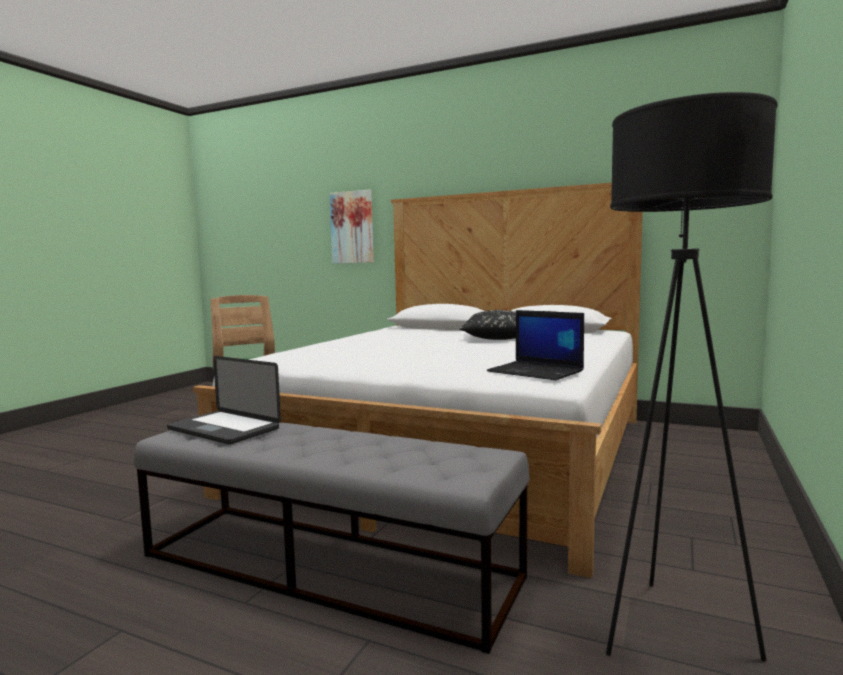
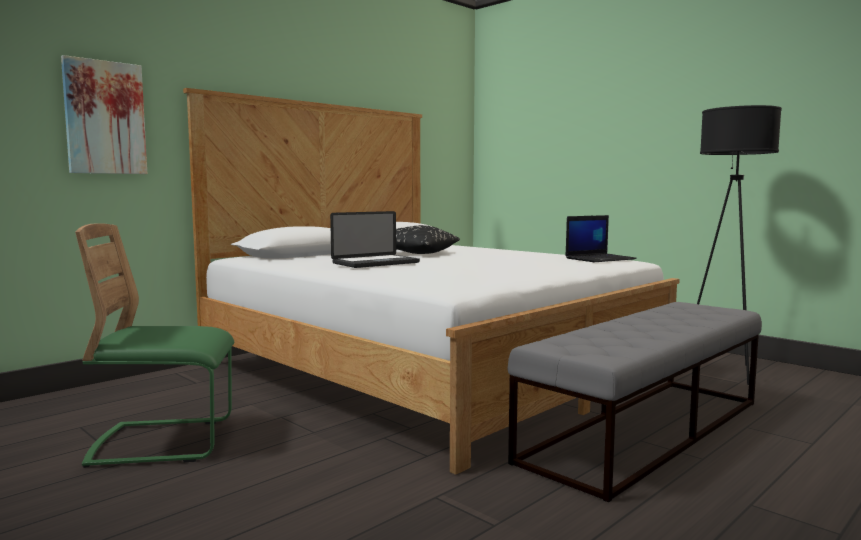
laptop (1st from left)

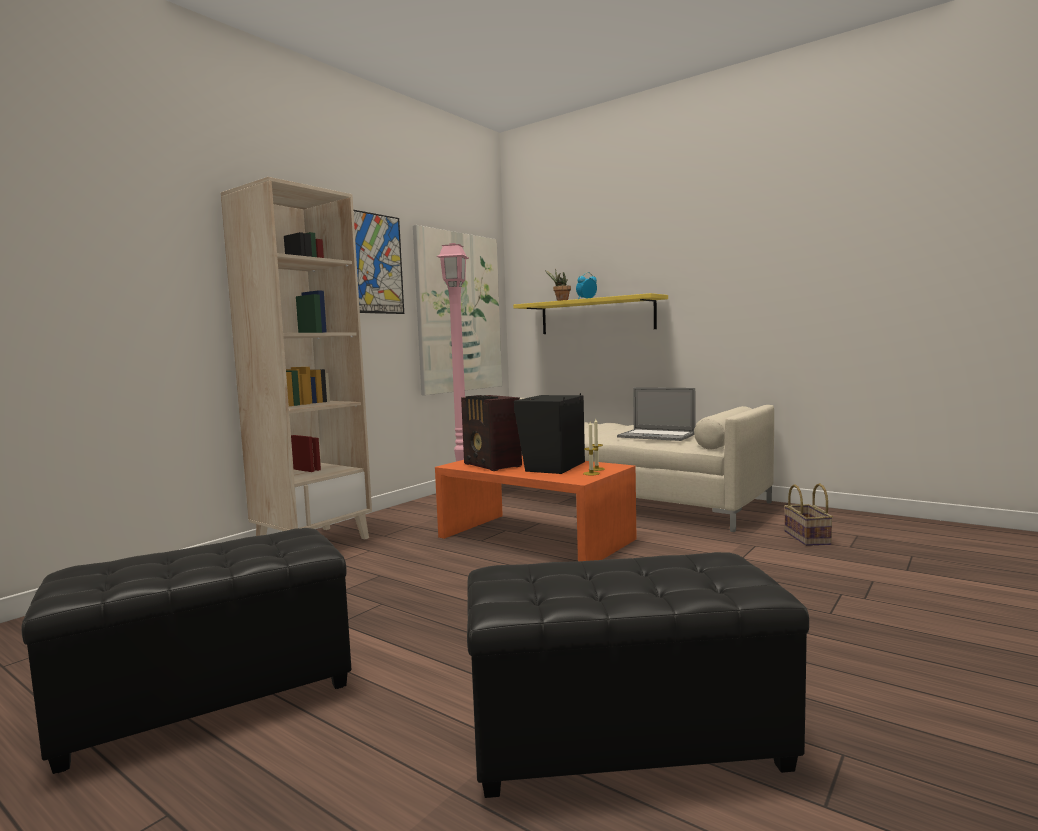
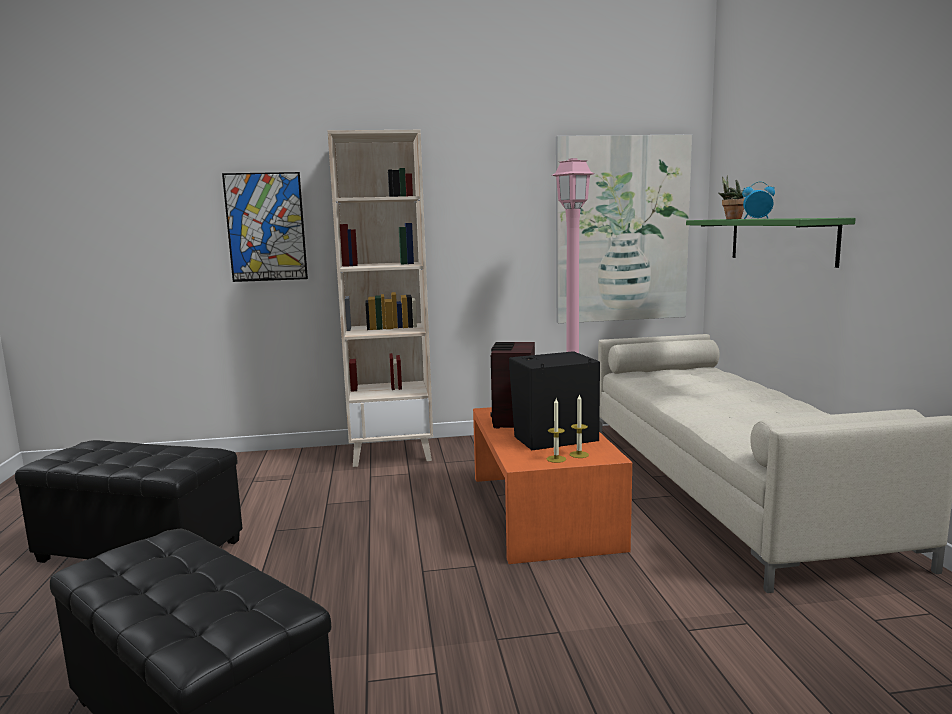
picture (1st from left)
green shelf
laptop
basket

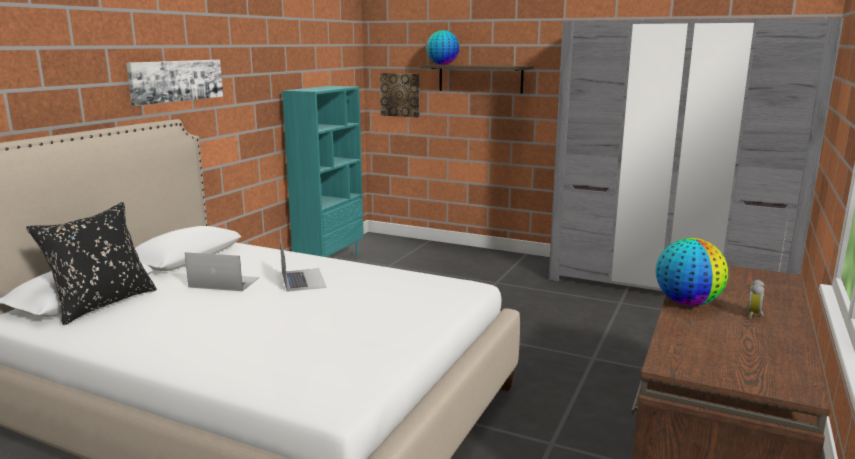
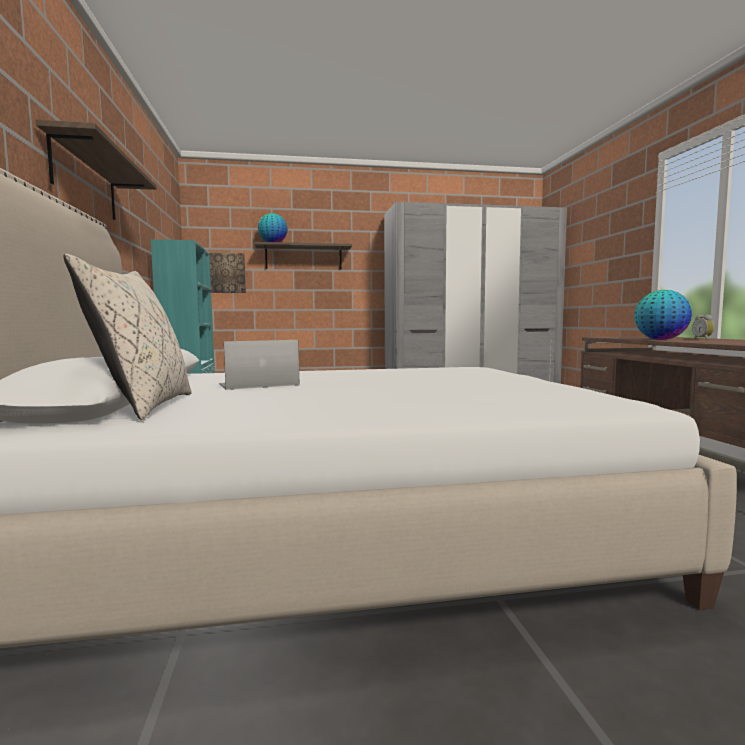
beige pillow
shelf (1st from left)
laptop (2nd from left in the first image)

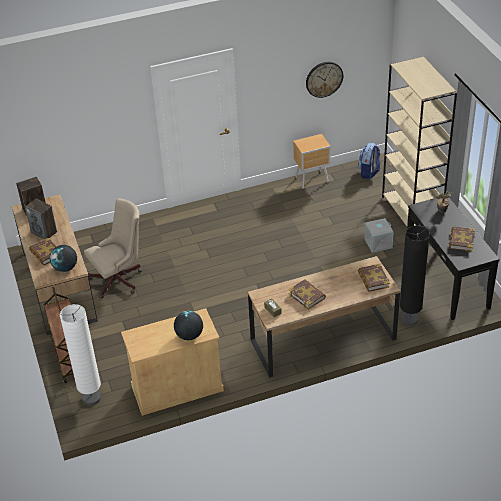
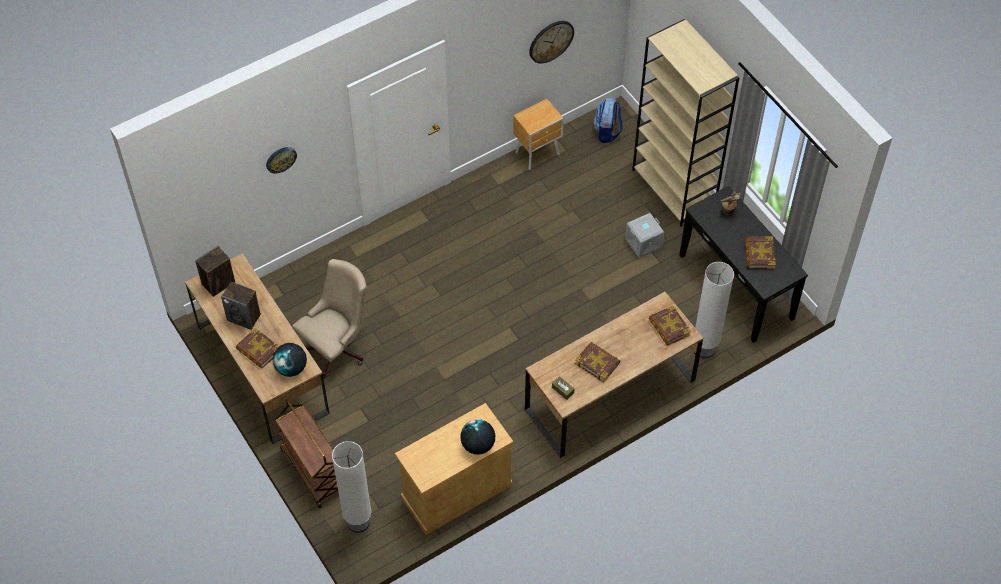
white floor lamp (2nd from left)
wall clock (1st from left)

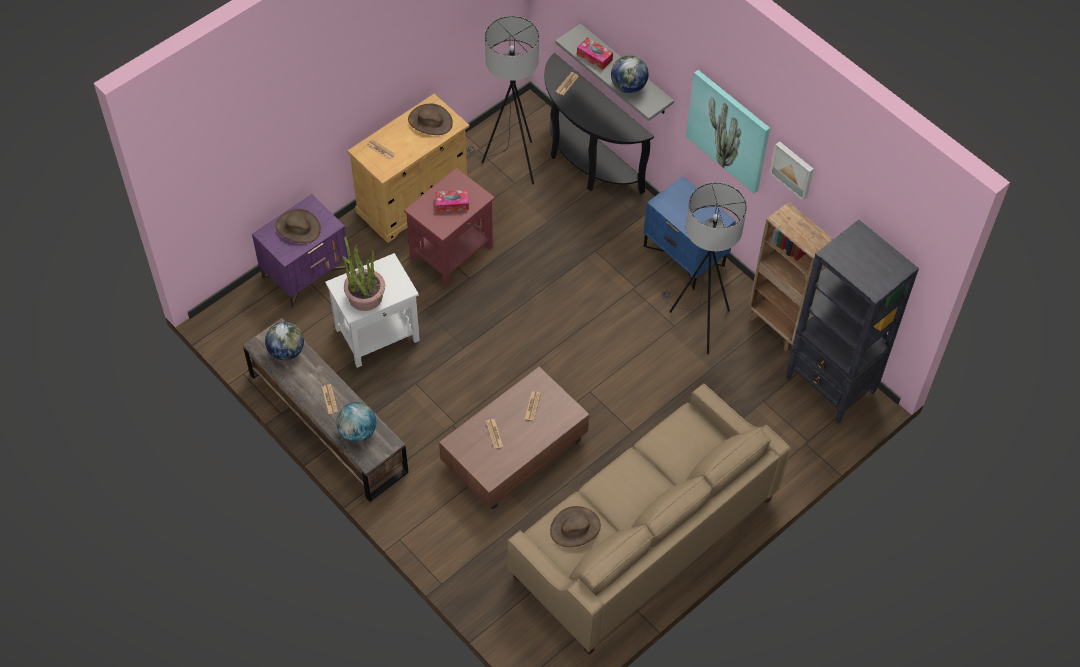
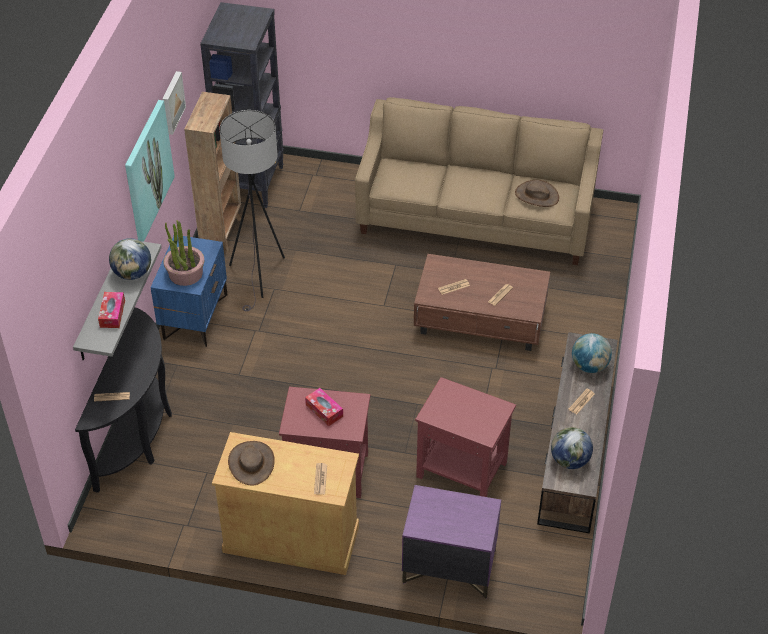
brown hat (1st from left in the first image)
red side table (2nd from left)
potted plant
grey floor lamp (1st from left in the first image)

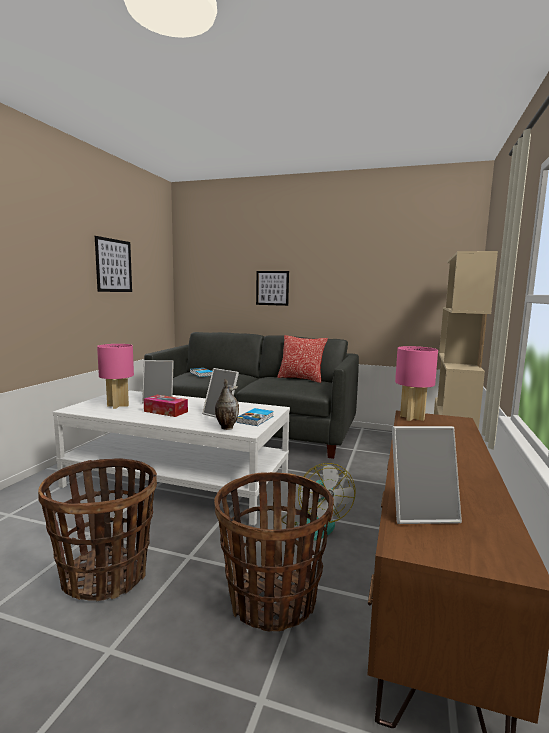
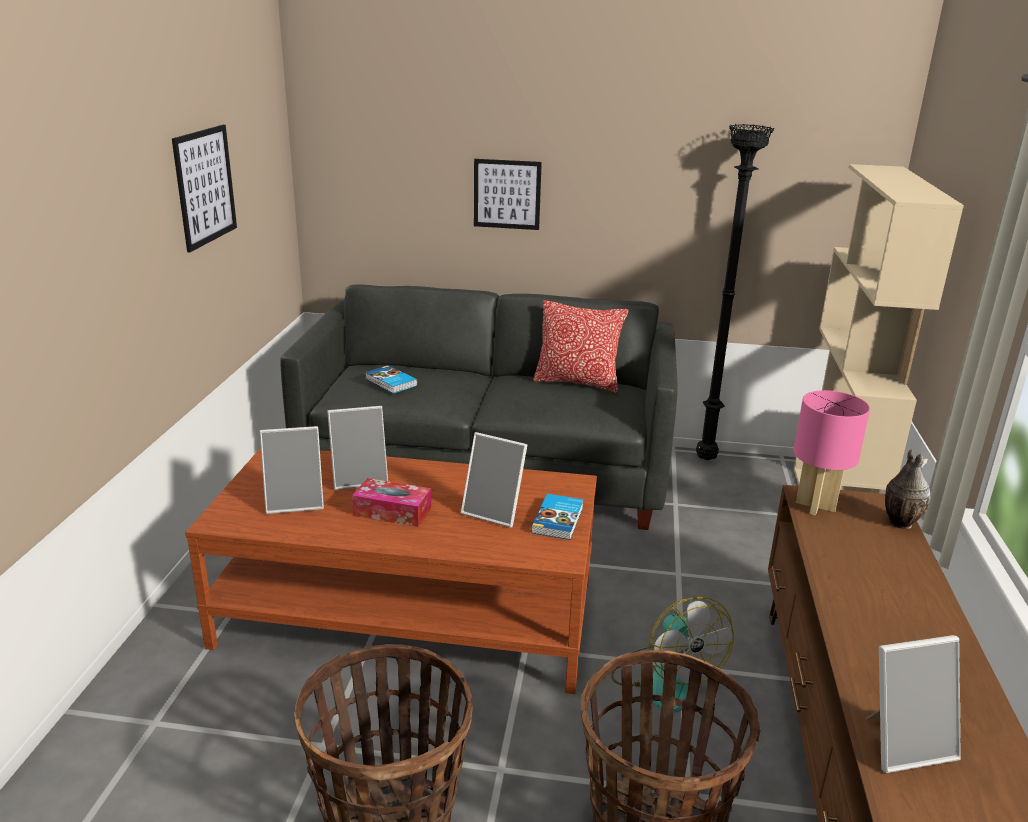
brown coffee table
picture frame (1st from left)
vase
black floor lamp

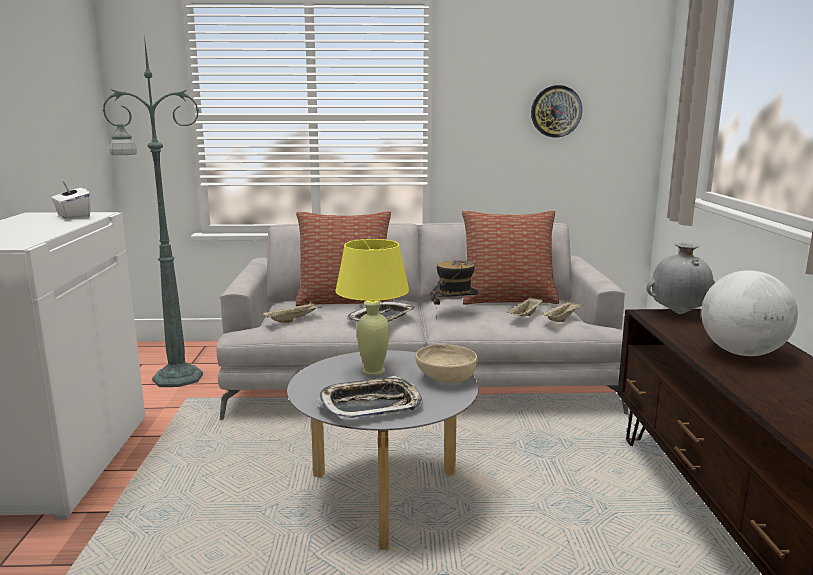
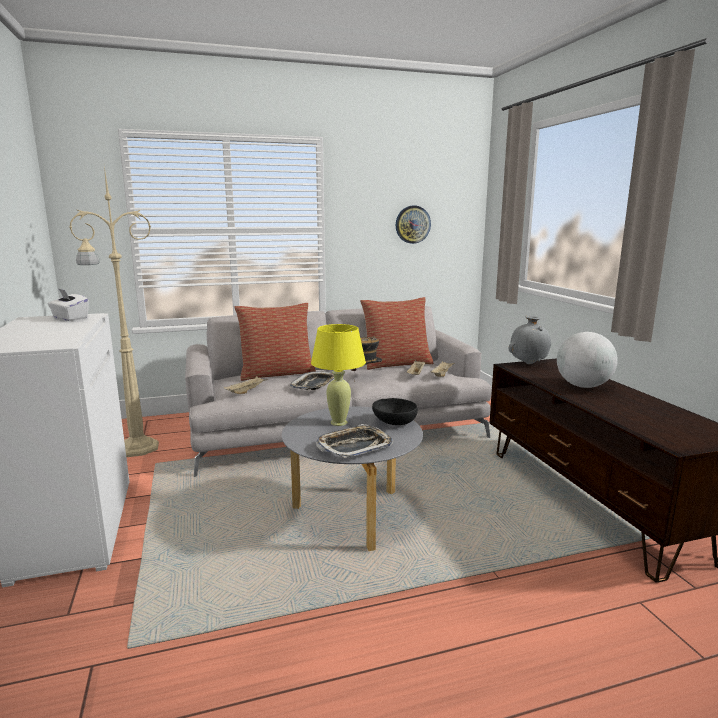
beige floor lamp
black bowl

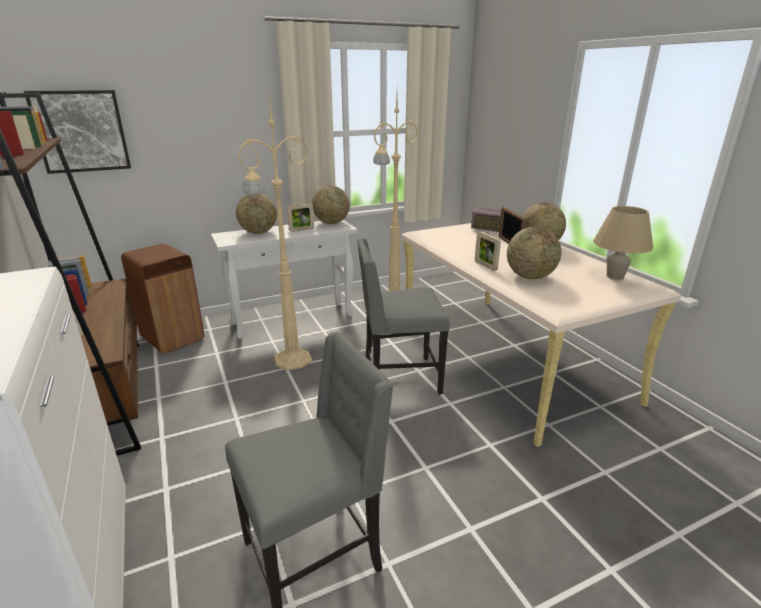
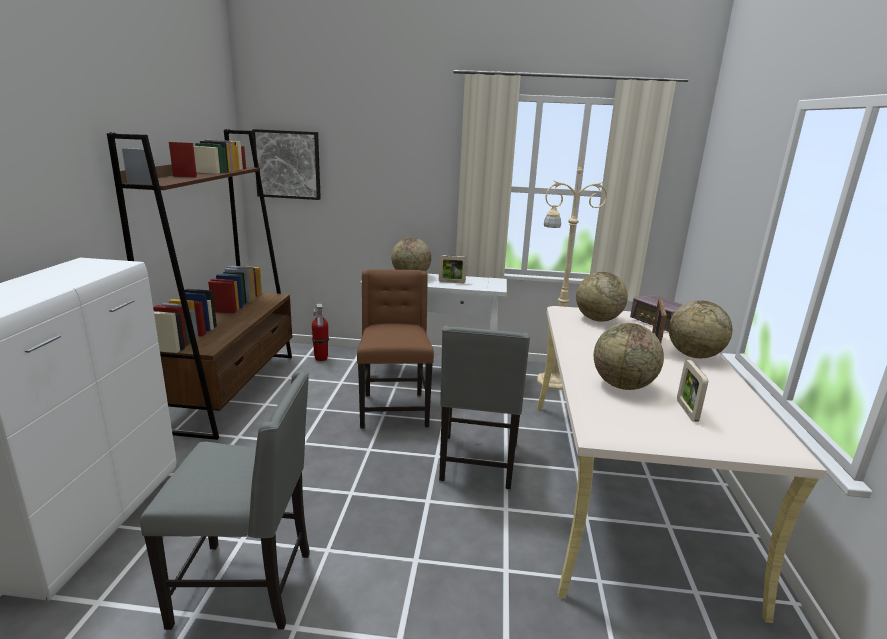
fire extinguisher
brown chair
globe (2nd from left)
grey chair (2nd from left)
picture frame (3rd from left)
beige table lamp

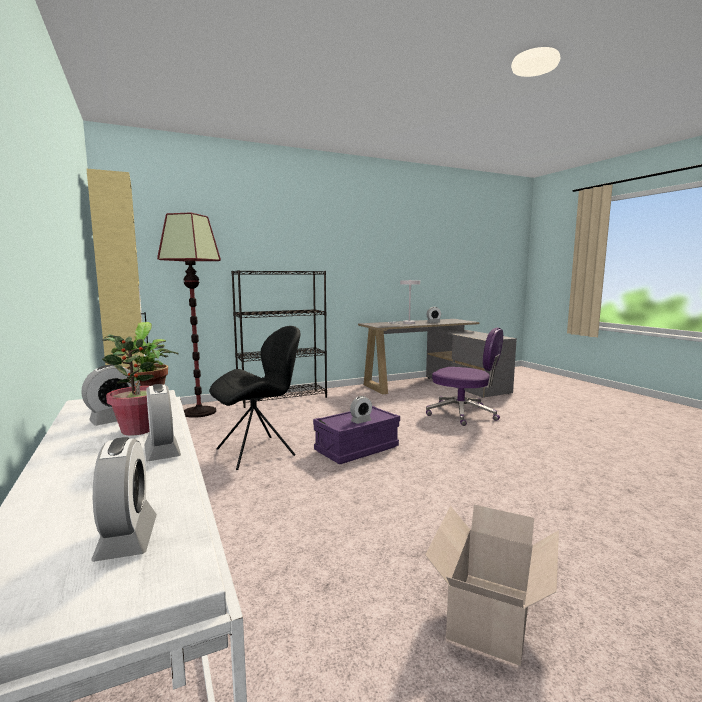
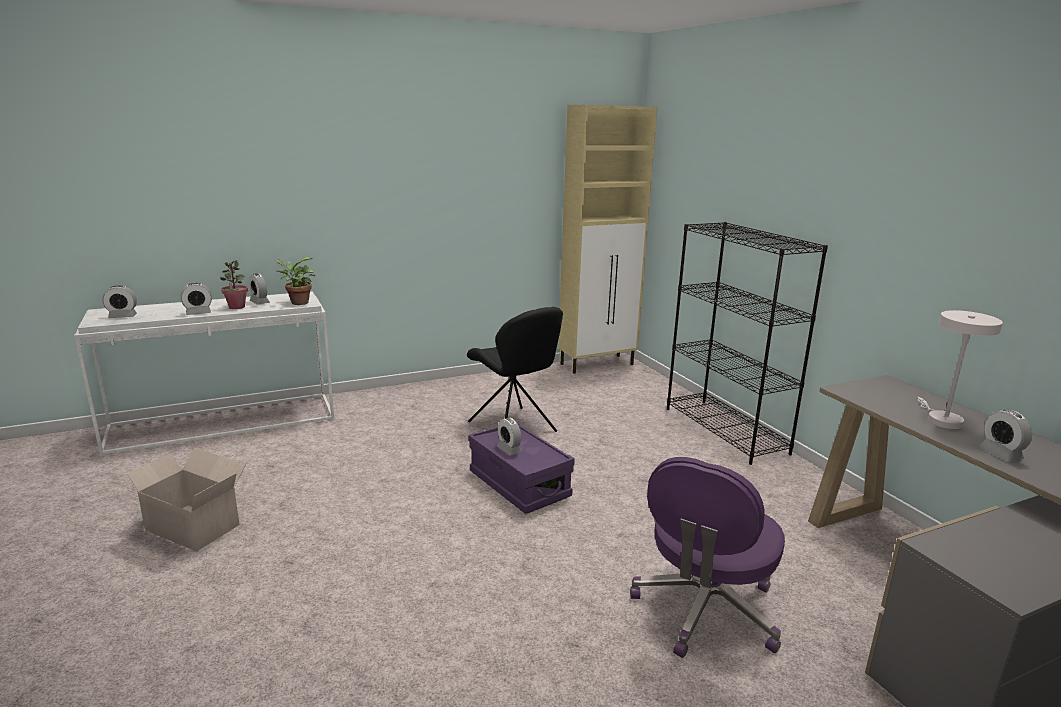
floor lamp

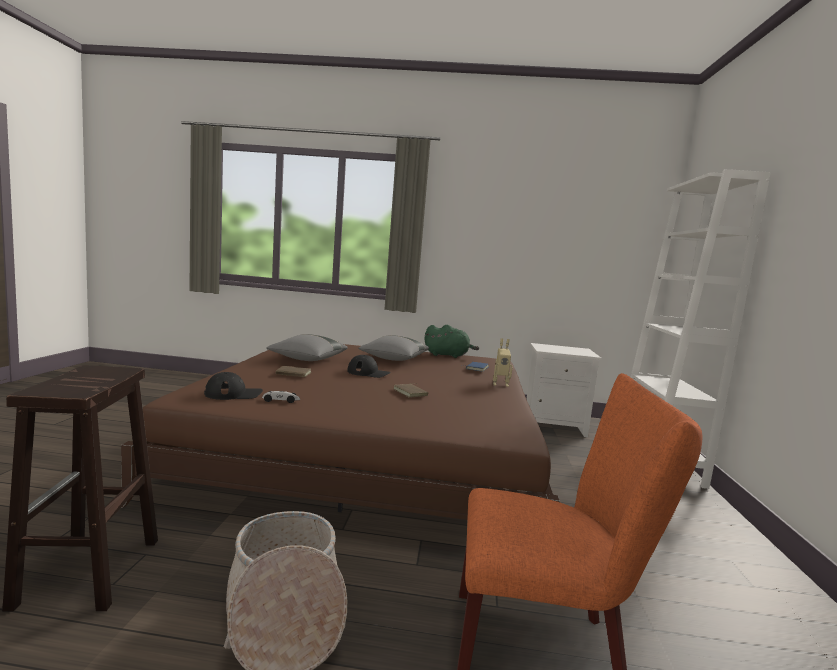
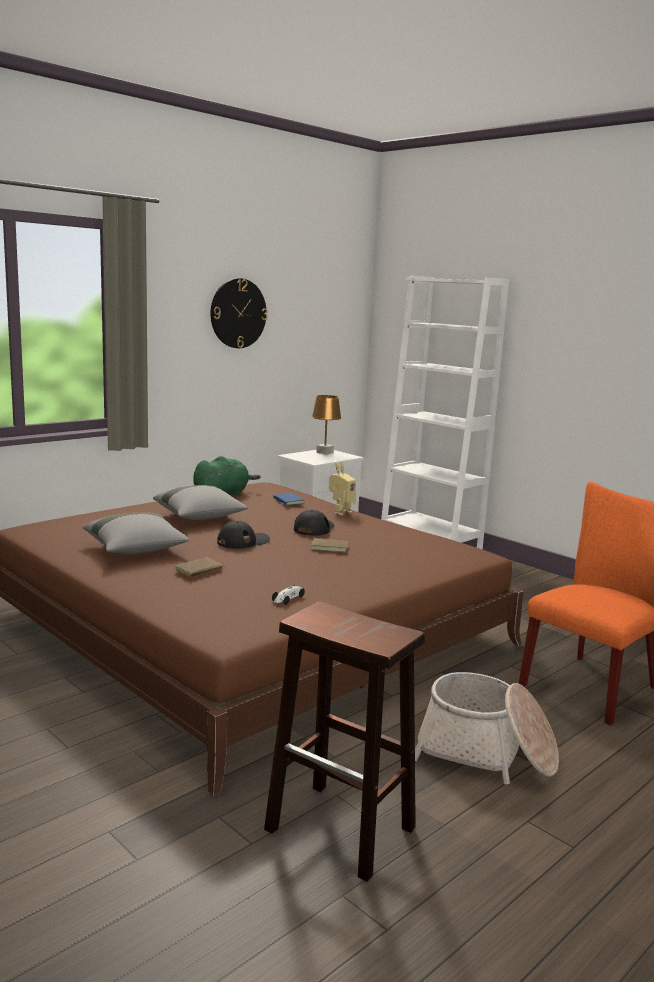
black cap (2nd from left)
wall clock
brown table lamp

